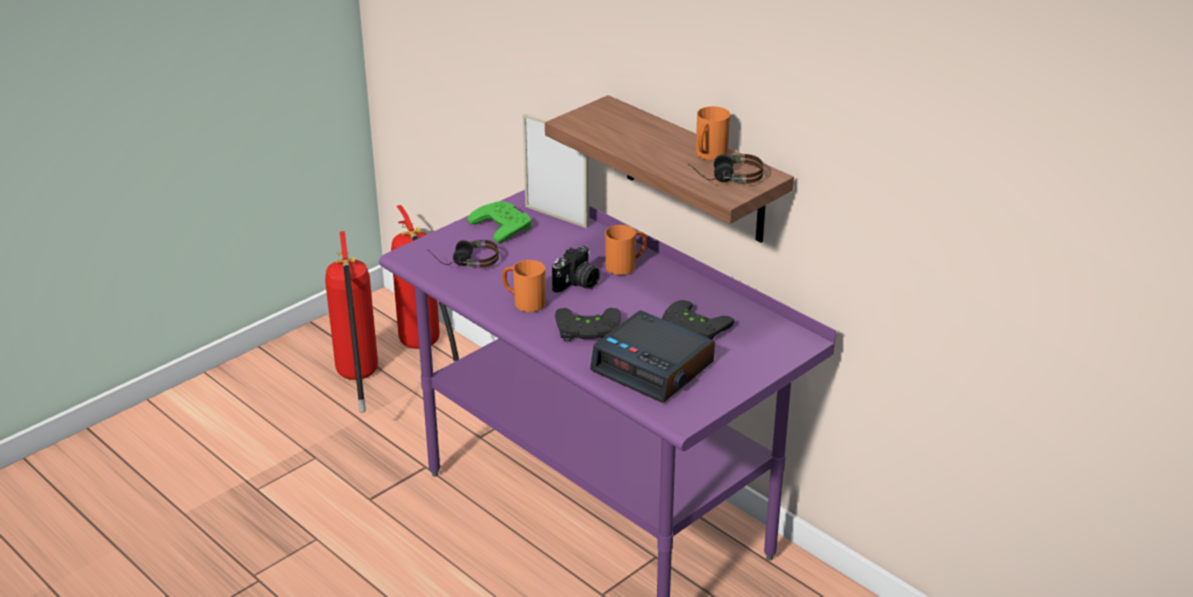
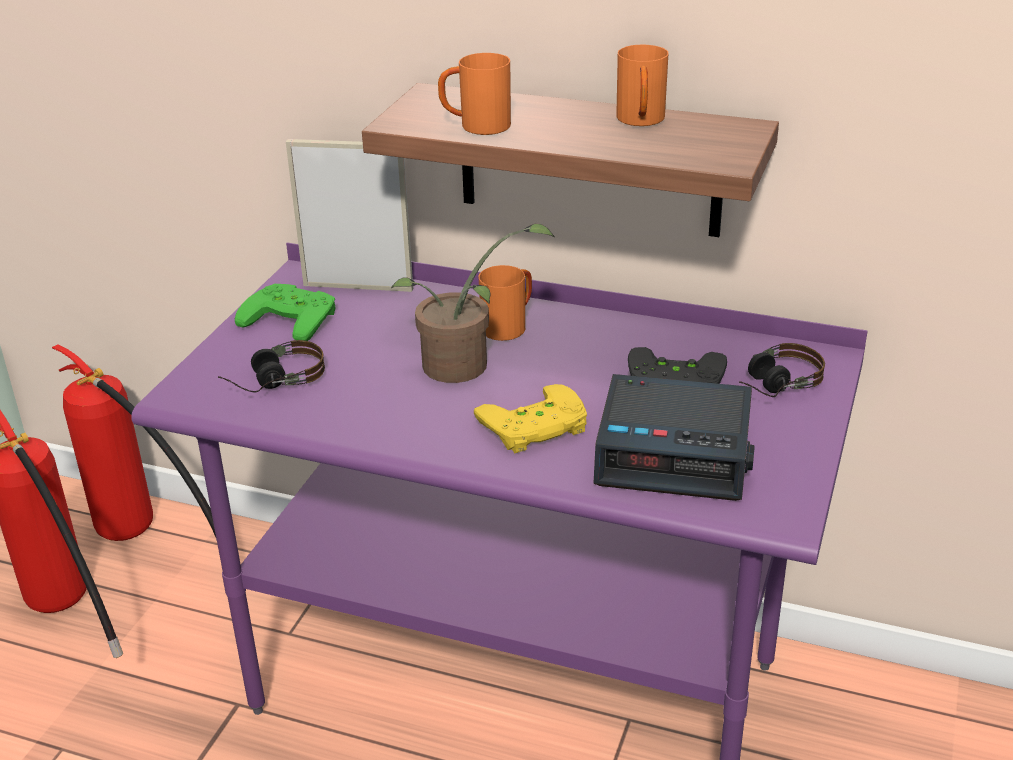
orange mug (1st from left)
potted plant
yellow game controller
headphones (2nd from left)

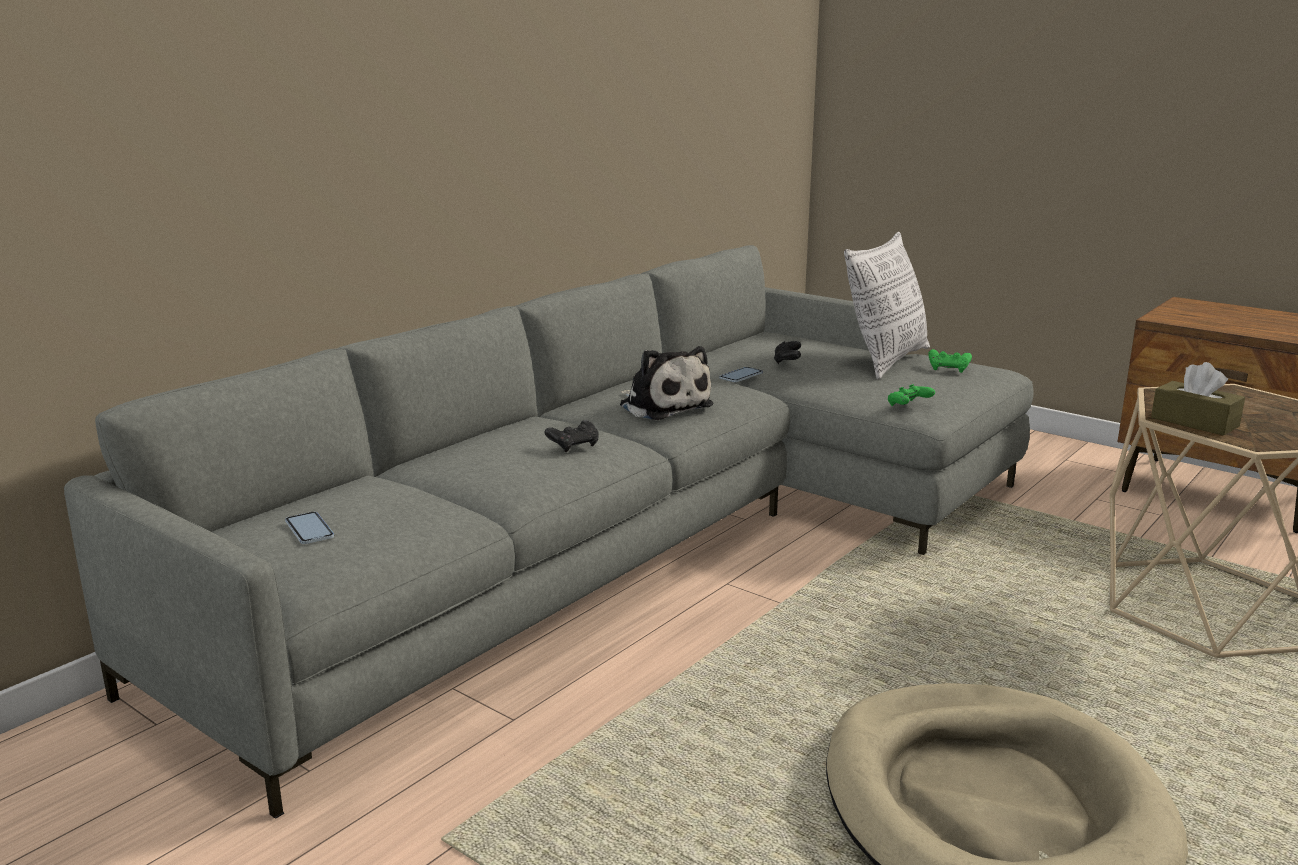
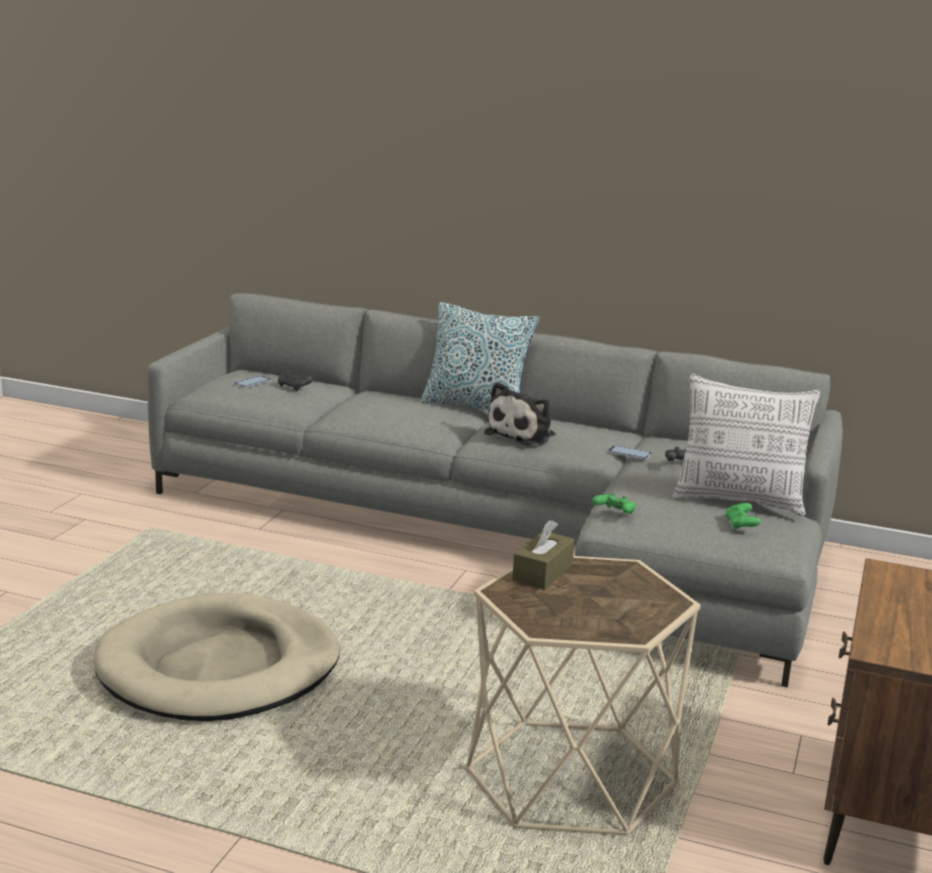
black game controller (1st from left)
pillow (1st from left)

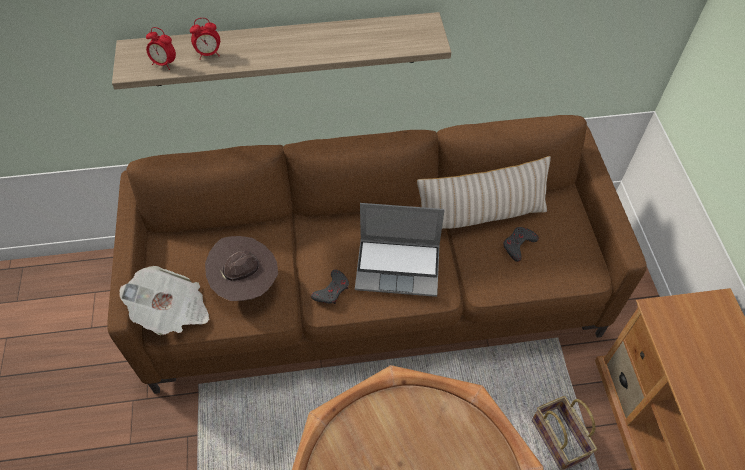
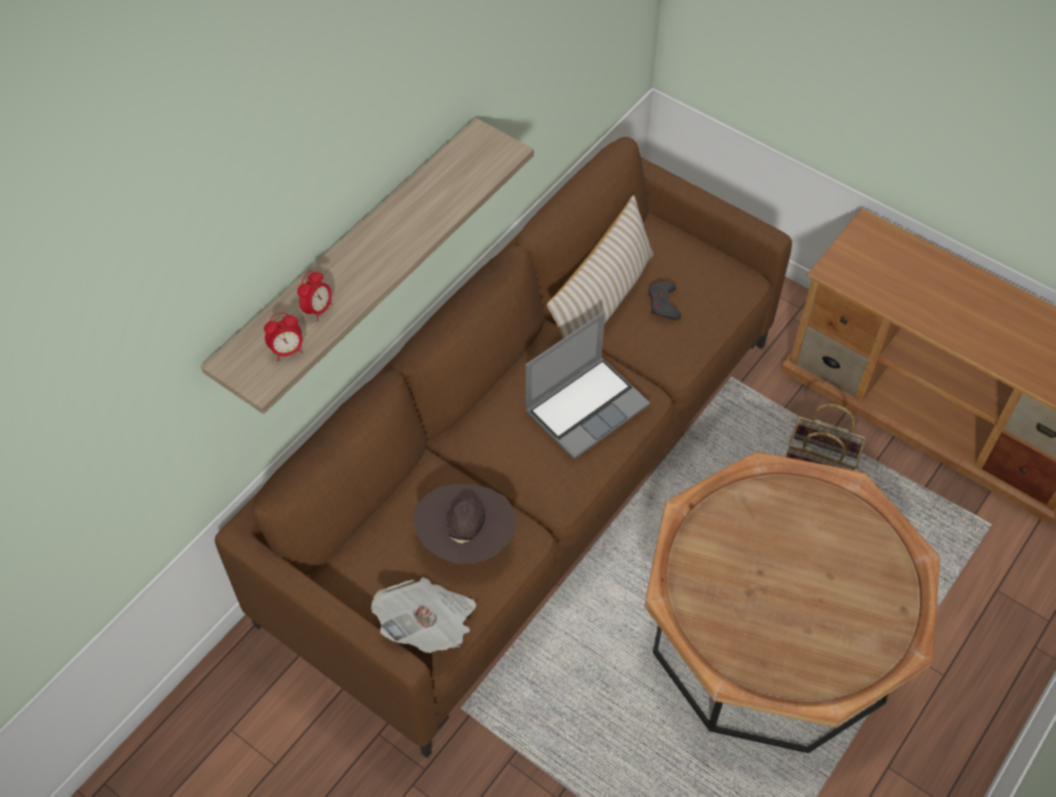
grey game controller (1st from left in the first image)

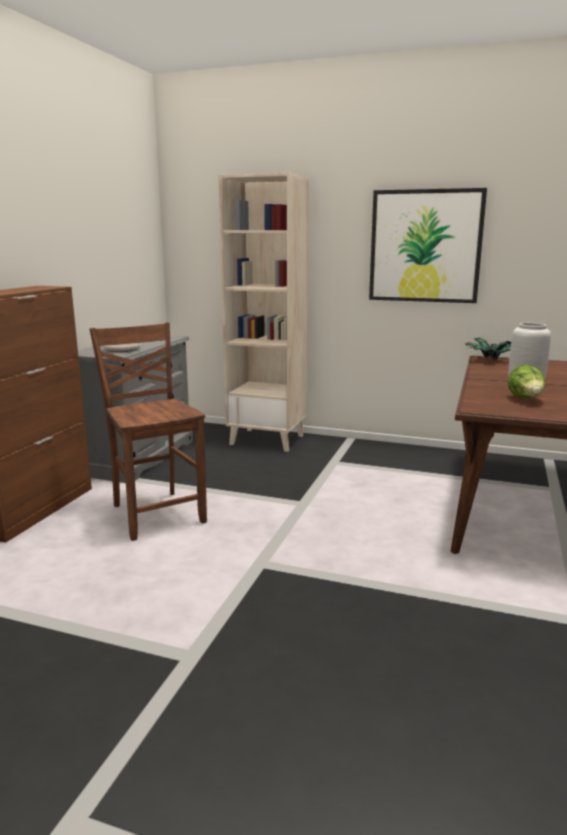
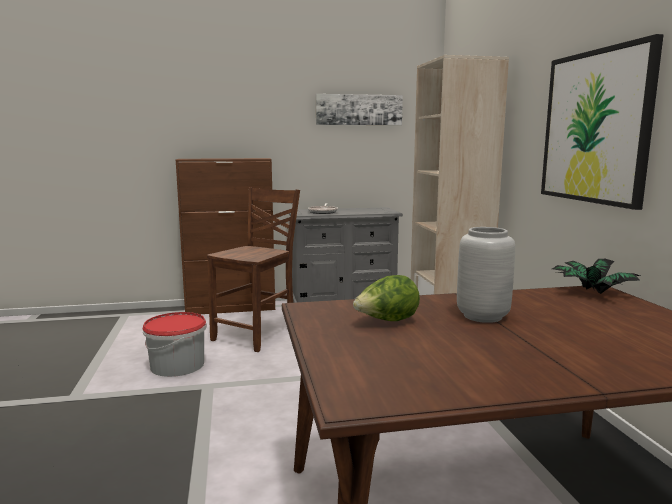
bucket
picture (1st from left)

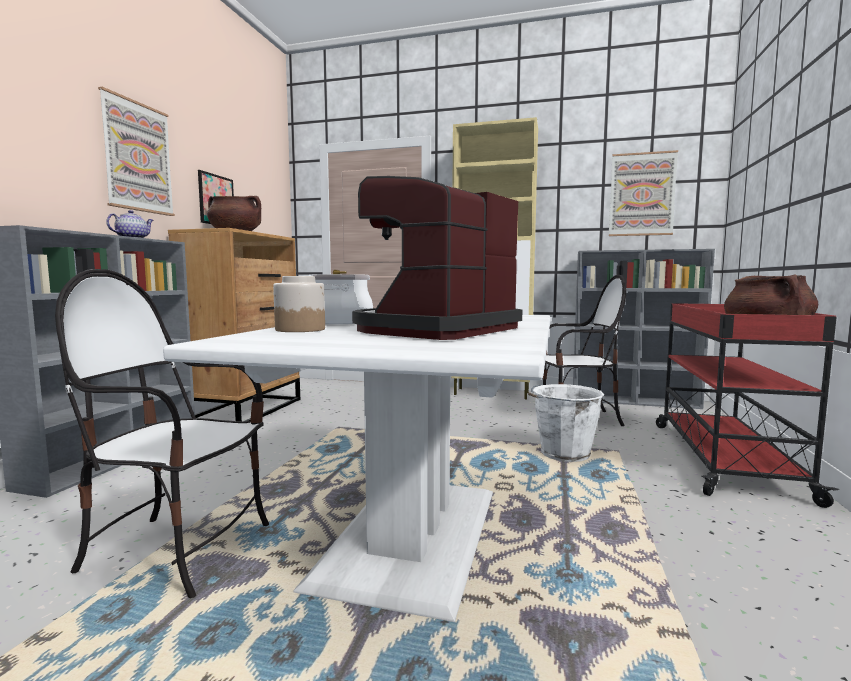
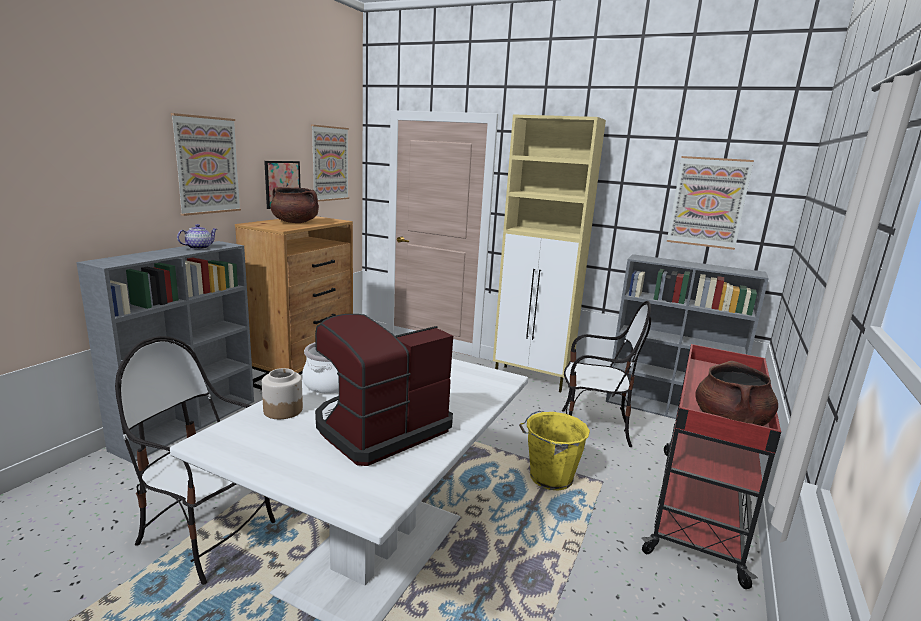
yellow bucket
picture (3rd from left)

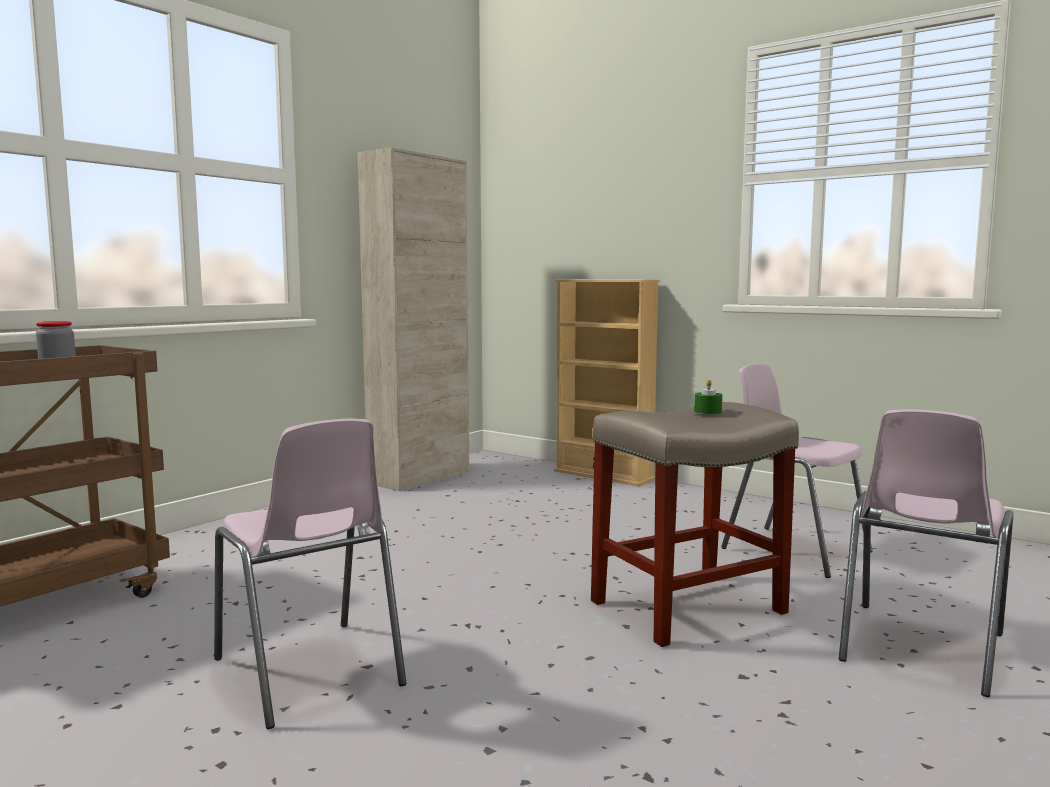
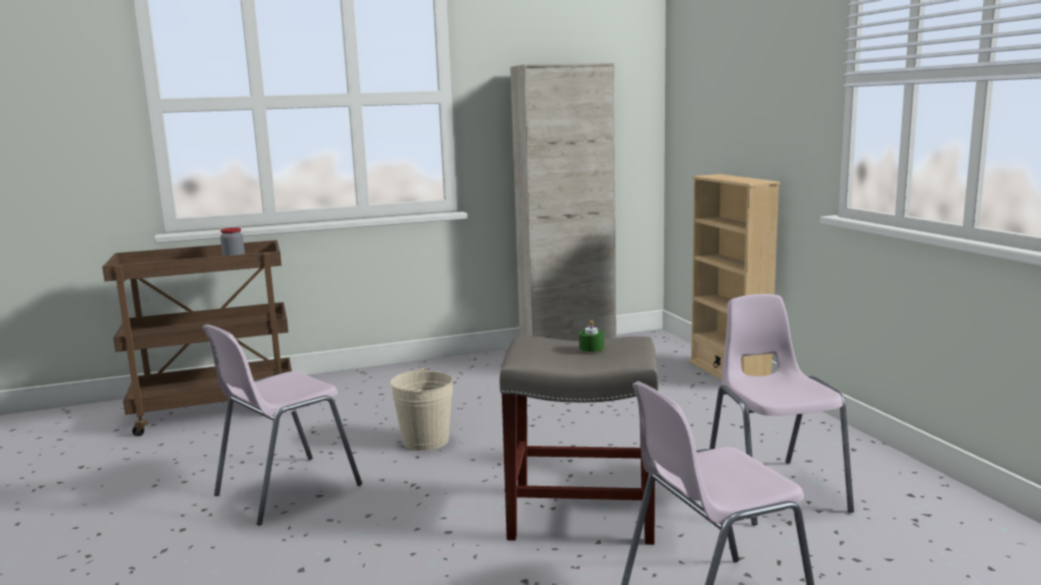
pink chair (1st from left)
beige bucket

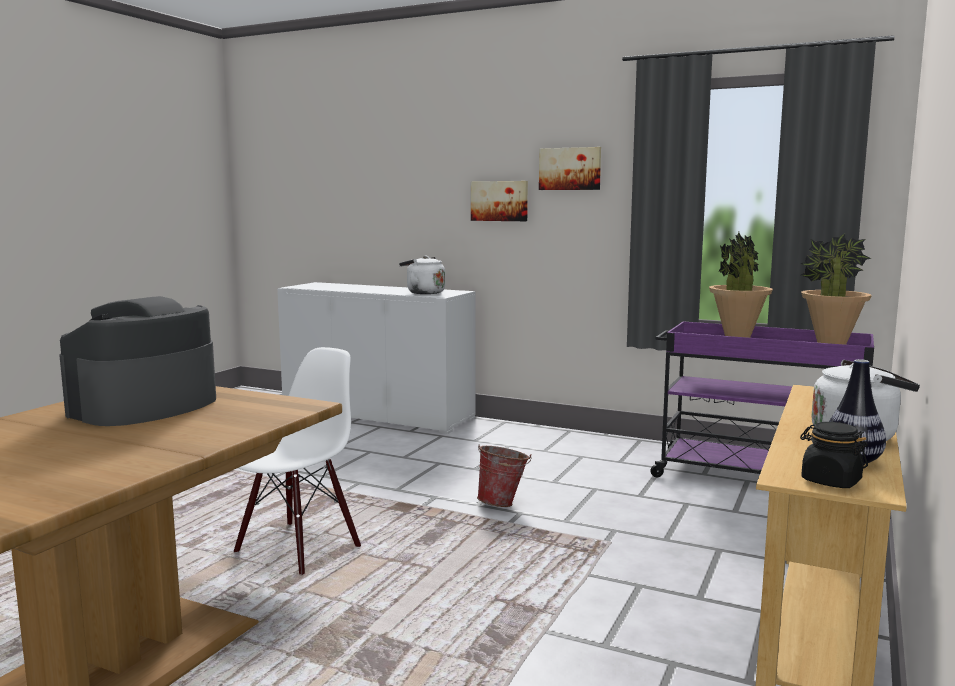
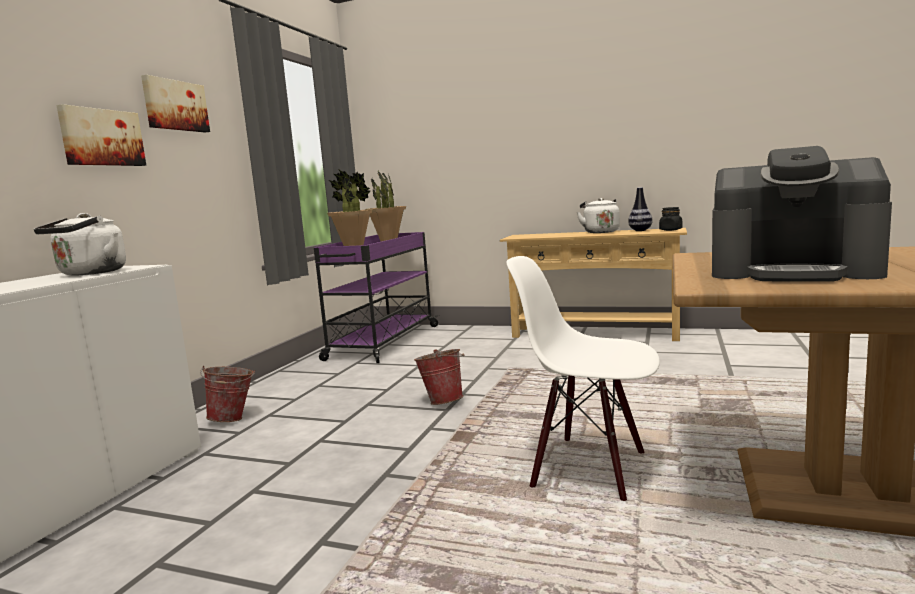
bucket (1st from left)

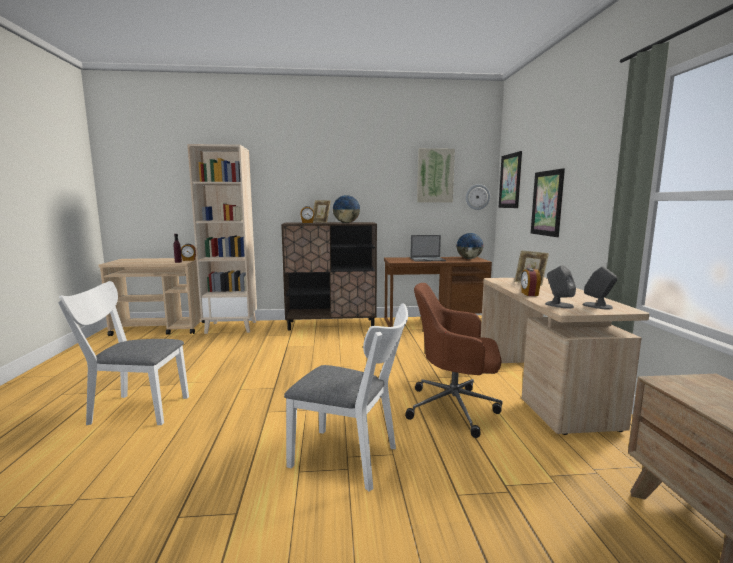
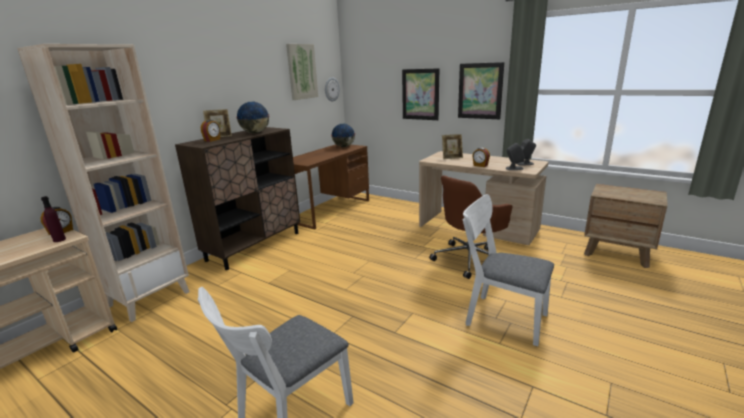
white chair (2nd from left)
laptop
picture (3rd from left)

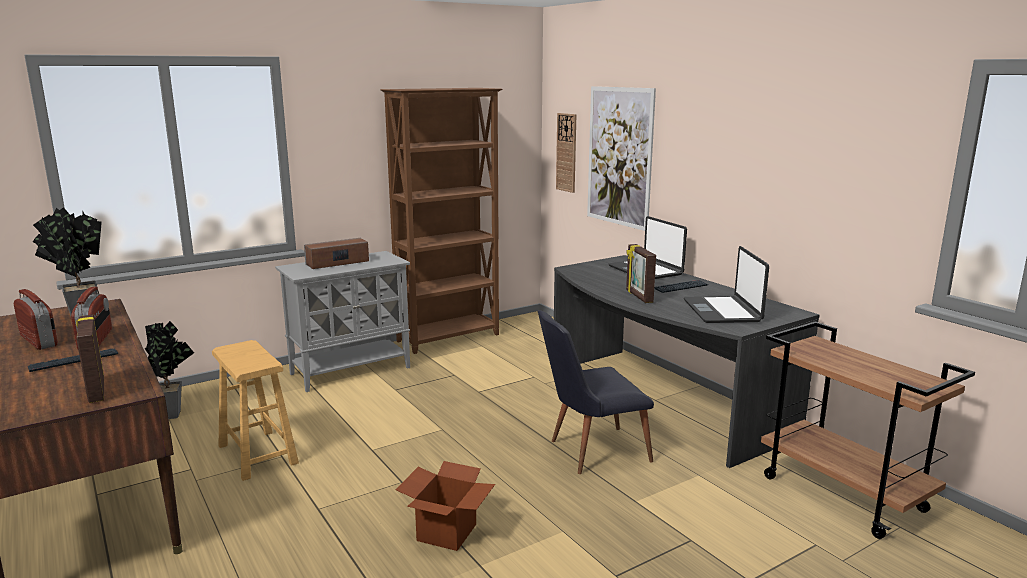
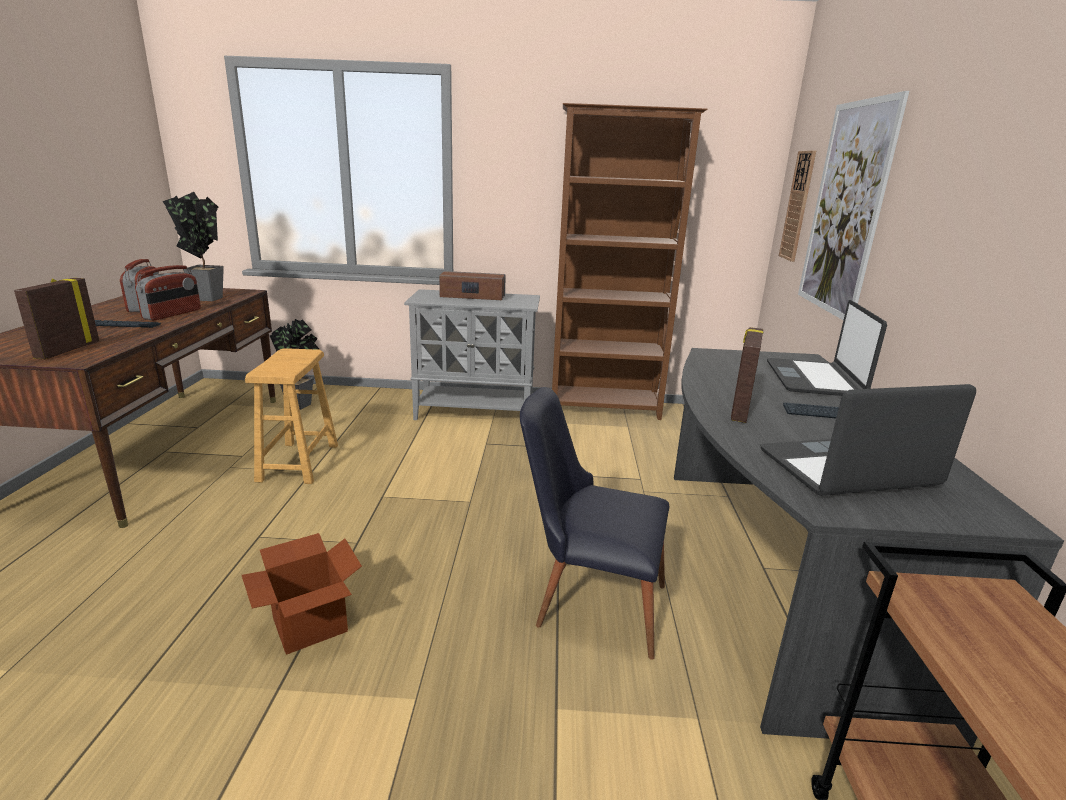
laptop (2nd from left)

